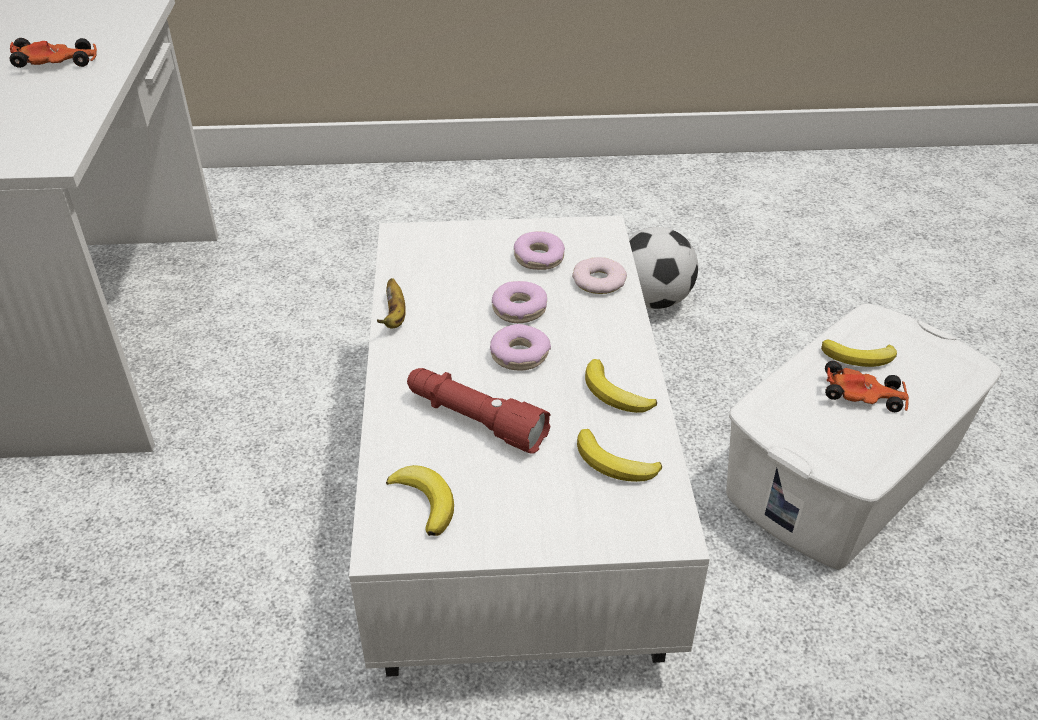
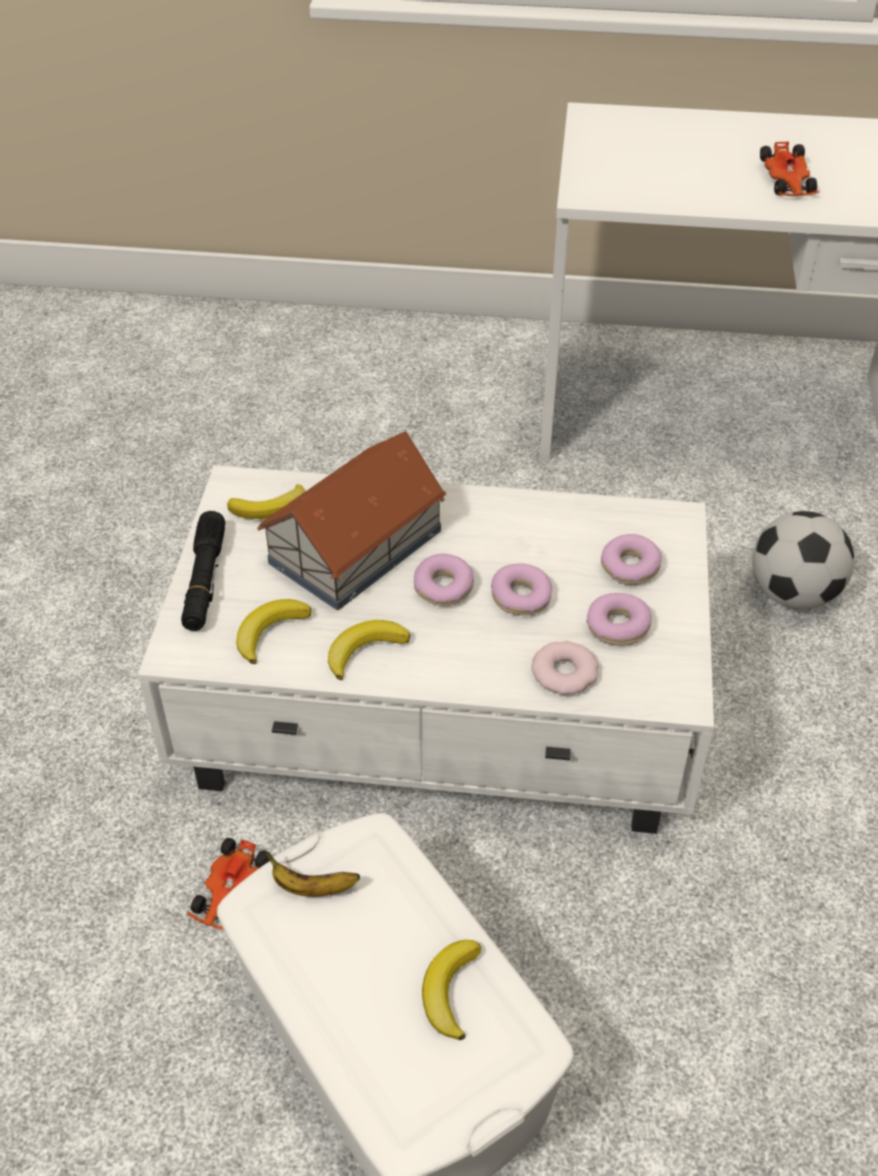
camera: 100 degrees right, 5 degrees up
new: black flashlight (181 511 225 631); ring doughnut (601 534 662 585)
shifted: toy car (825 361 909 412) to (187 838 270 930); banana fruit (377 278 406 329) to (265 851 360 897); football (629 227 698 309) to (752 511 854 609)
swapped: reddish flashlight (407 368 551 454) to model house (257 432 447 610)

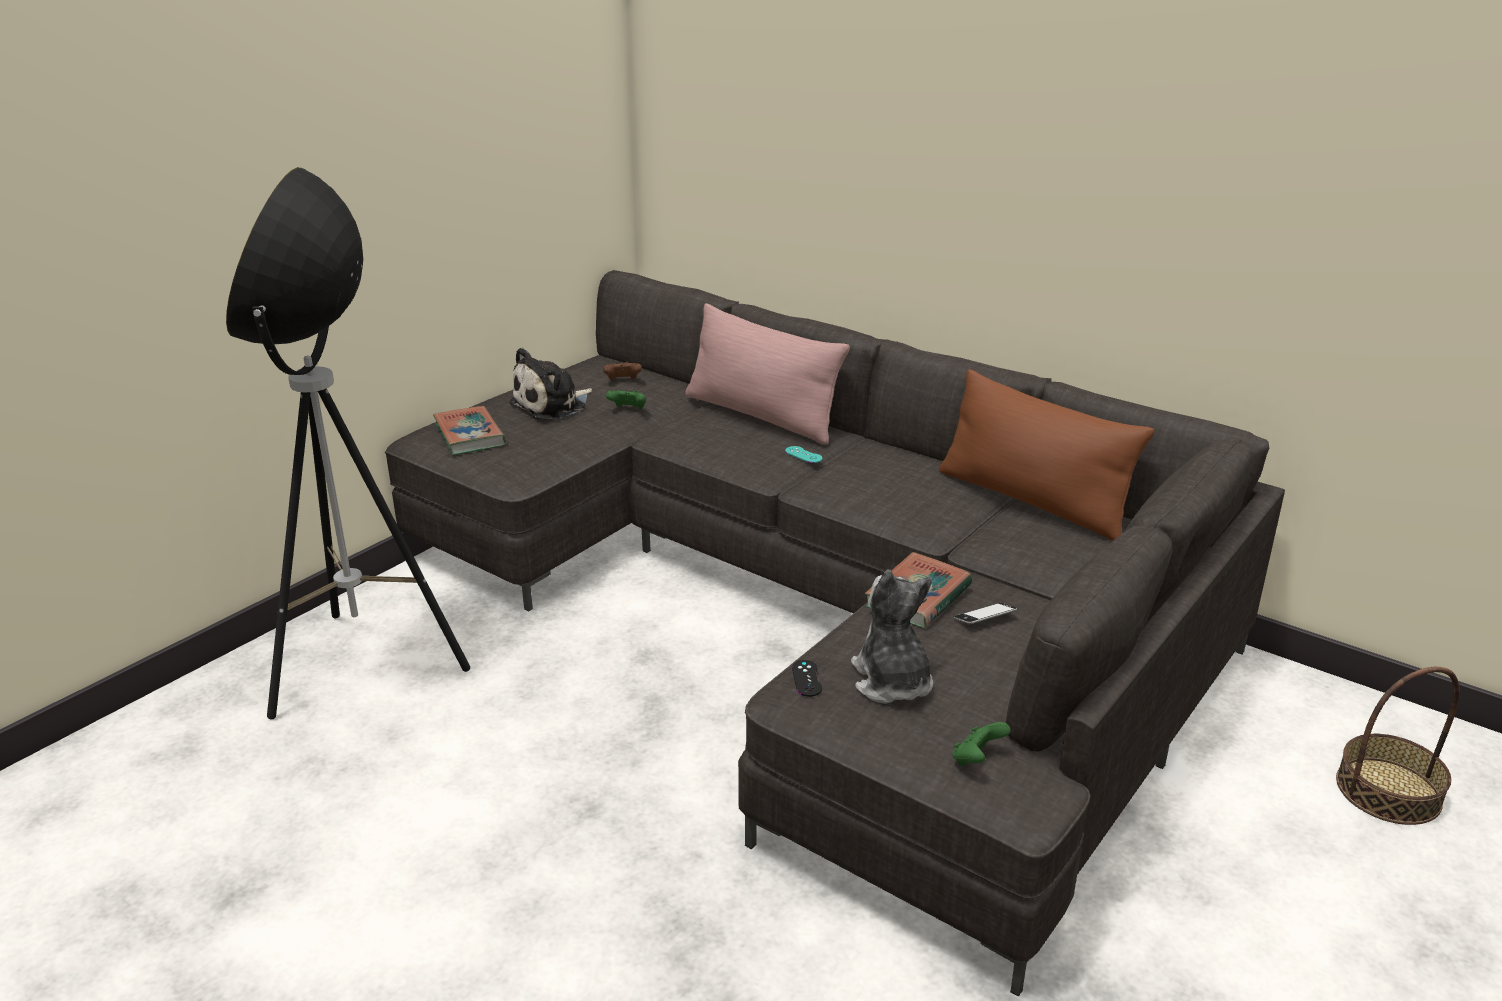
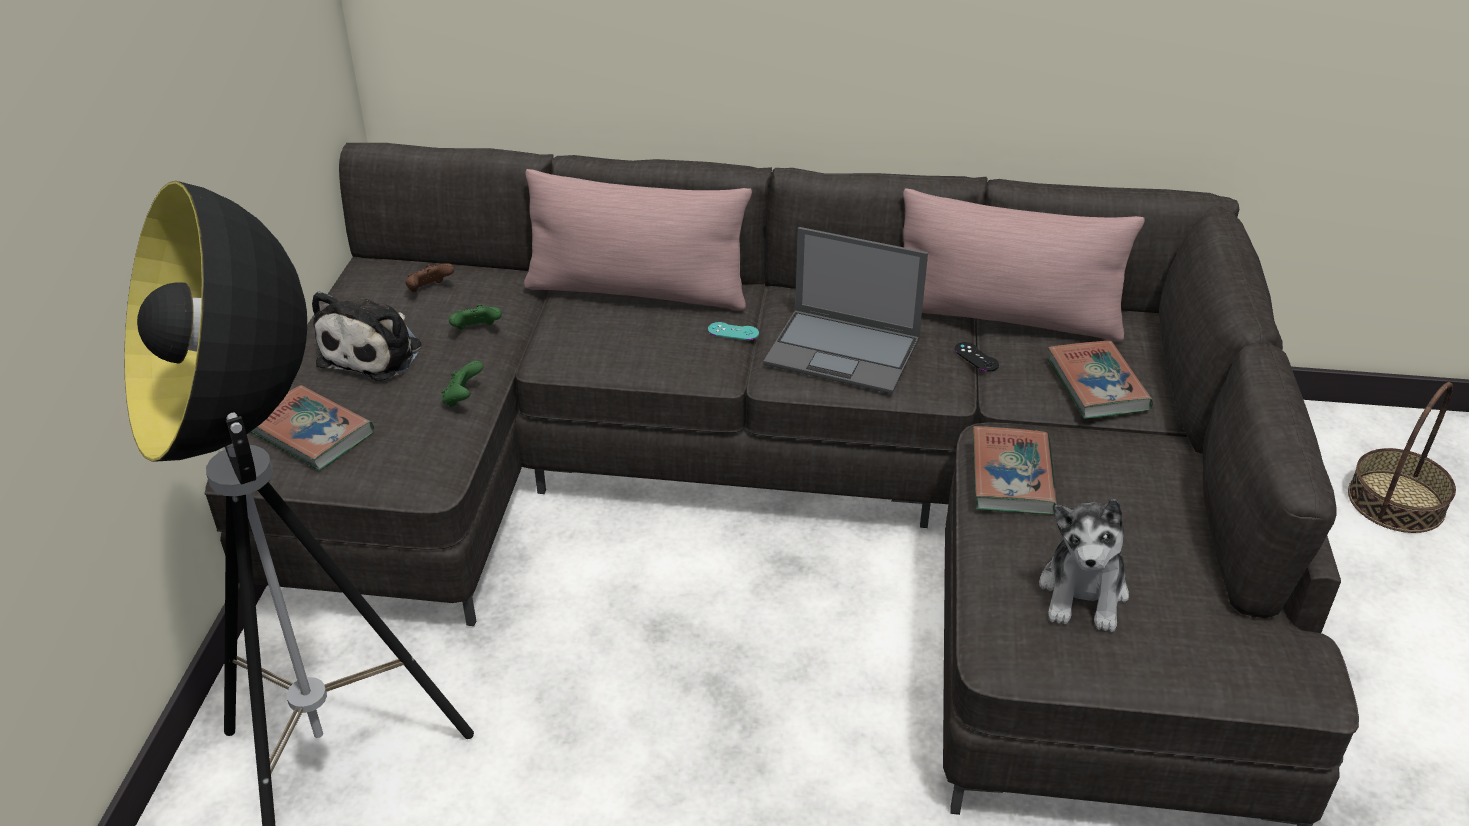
camera: 30 degrees left, 10 degrees up
gone: phone (954 603 1017 624)
new: laptop (763 227 928 394); volume (1047 341 1153 419)
shifted: green-coloured game controller (952 722 1011 766) to (441 361 483 407); black game controller (792 660 822 697) to (954 342 999 372)
repainted: brown throw pillow (939 369 1154 541) to pink throw pillow (903 188 1145 342)
rotated: plush toy (851 569 933 704) = (1039 499 1129 632) 120 degrees counterclockwise

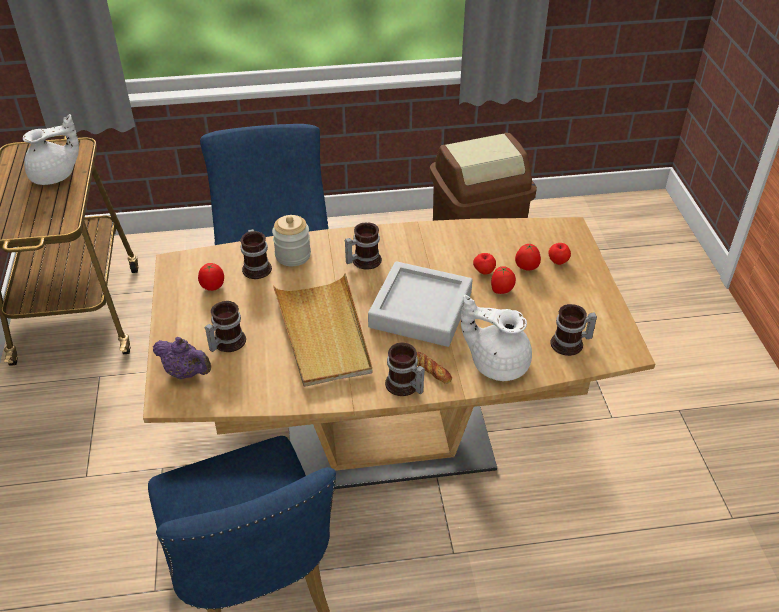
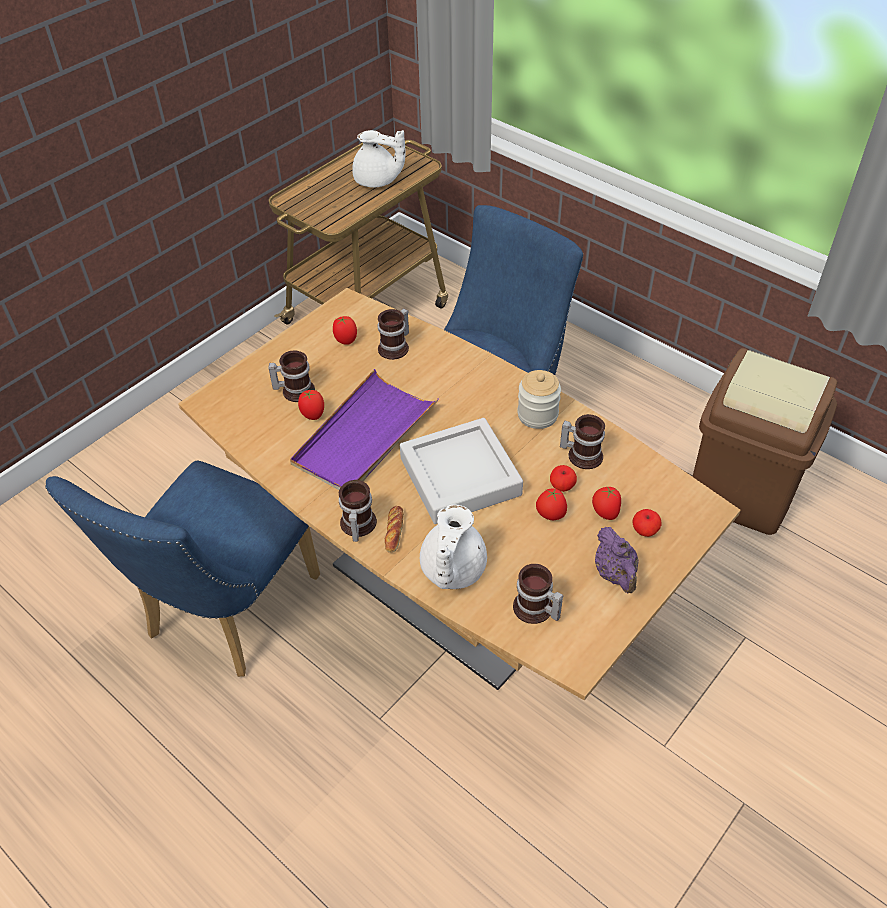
camera: 50 degrees right, 5 degrees up
new: tomato (298 390 324 420)
shifted: preserve jar (272 215 311 266) to (517 370 561 429); tea mug (345 223 382 270) to (560 414 605 469); purple-coloured teapot (153 337 211 379) to (595 527 639 593)
repainted: beige-coloured serving tray (273 273 372 387) to purple-coloured serving tray (290 369 439 490)
rotated: white teapot (461 295 532 381) = (420 505 487 589) 150 degrees counterclockwise

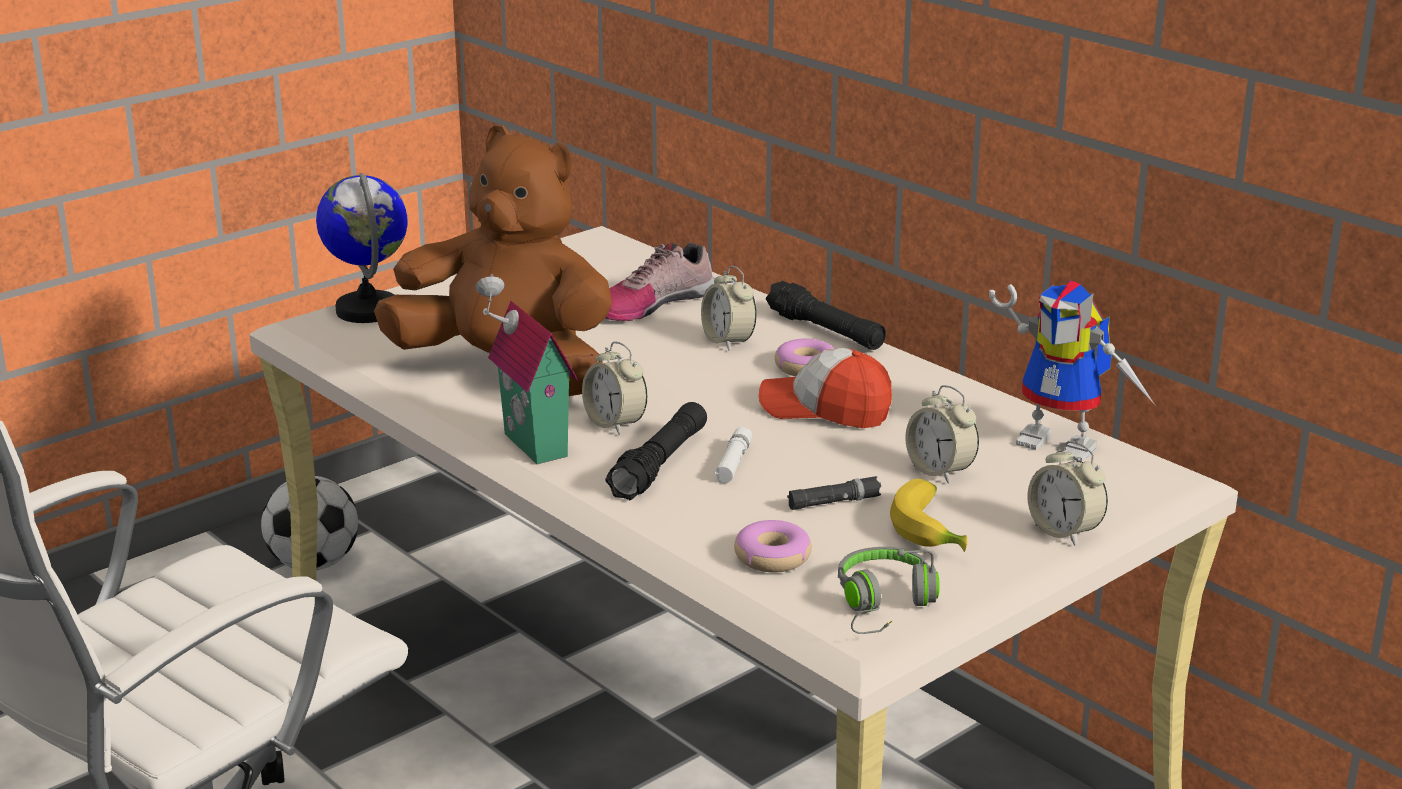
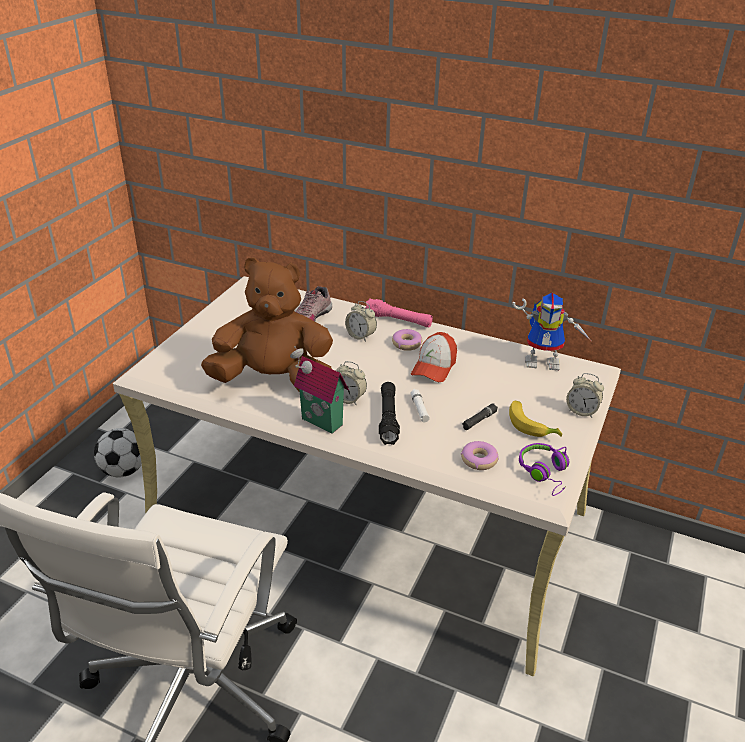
camera: 25 degrees left, 10 degrees up
gone: desk globe (316 173 408 323); bedside clock (905 385 979 483)
repainted: black flashlight (766 281 886 350) to pink flashlight (365 298 433 327); greyish pair of headphones (838 547 939 634) to purple-coloured pair of headphones (519 443 569 496)
rotated: peaked cap (758 348 892 428) = (411 332 457 382) 60 degrees counterclockwise

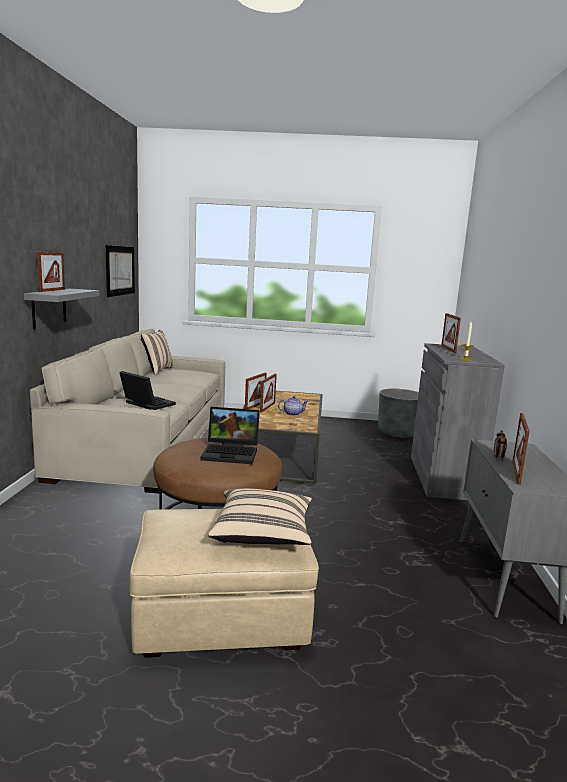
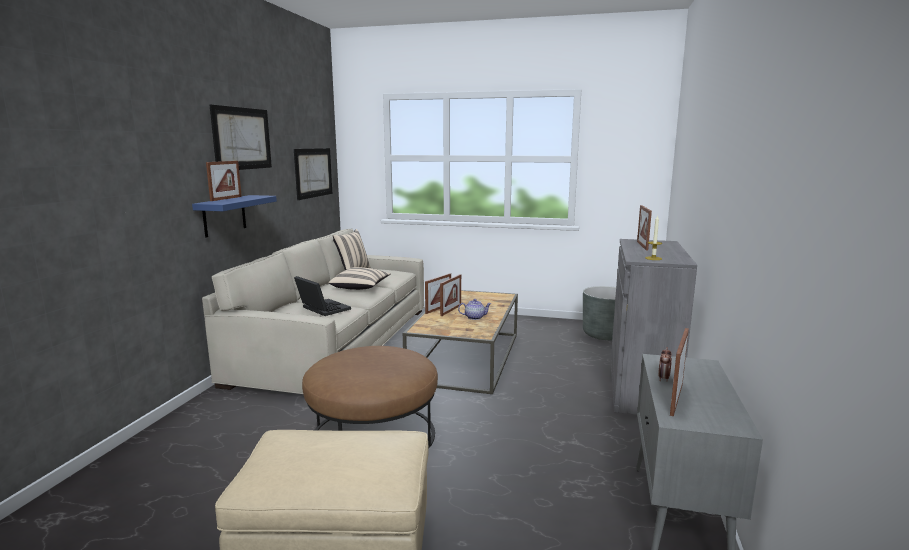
camera: 10 degrees right, 0 degrees up
gone: laptop (200 407 260 464)
new: wall art (210 105 272 170)
shifted: beige-coloured throw pillow (208 488 312 545) to (329 267 391 290)
repainted: greyish shelf (24 289 99 329) to bluish shelf (192 195 277 237)

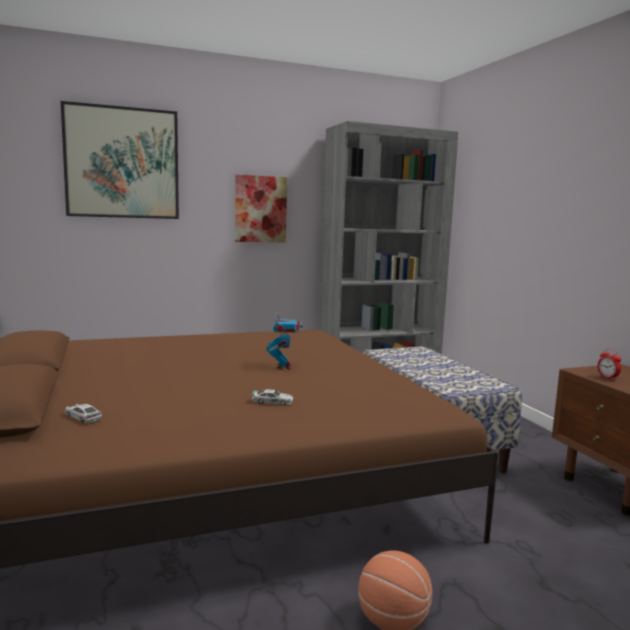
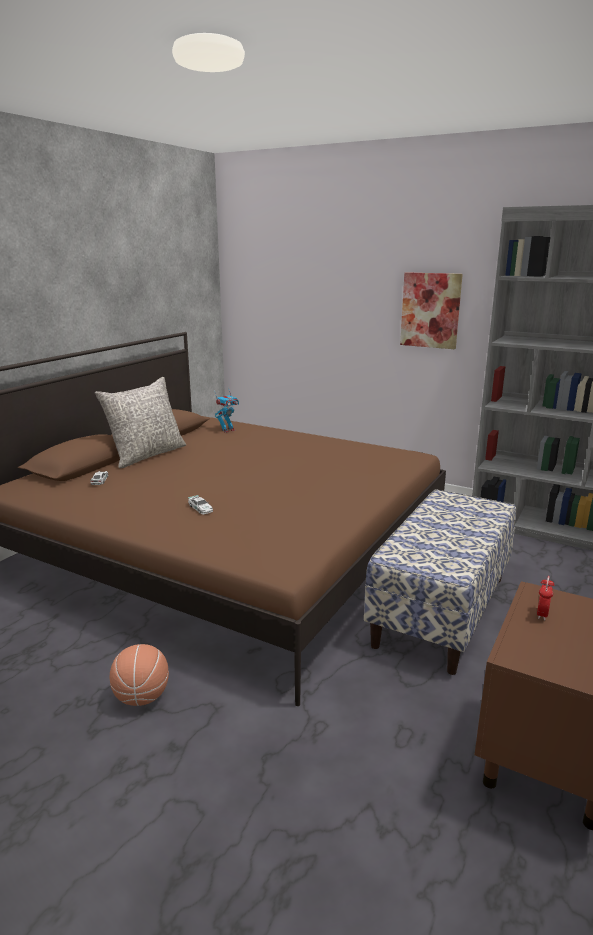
camera: 50 degrees right, 10 degrees up
gone: wall art (61 101 179 219)
new: greyish throw pillow (95 377 186 468)
shifted: model robot (266 309 303 369) to (214 388 239 433)

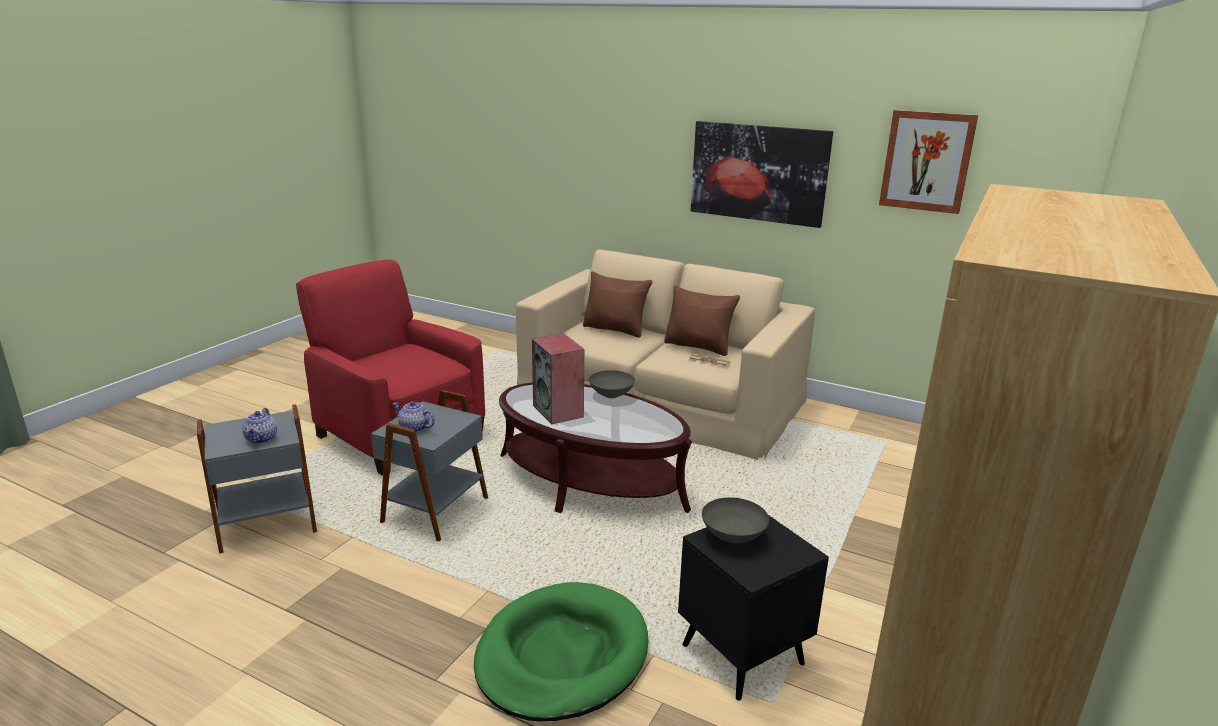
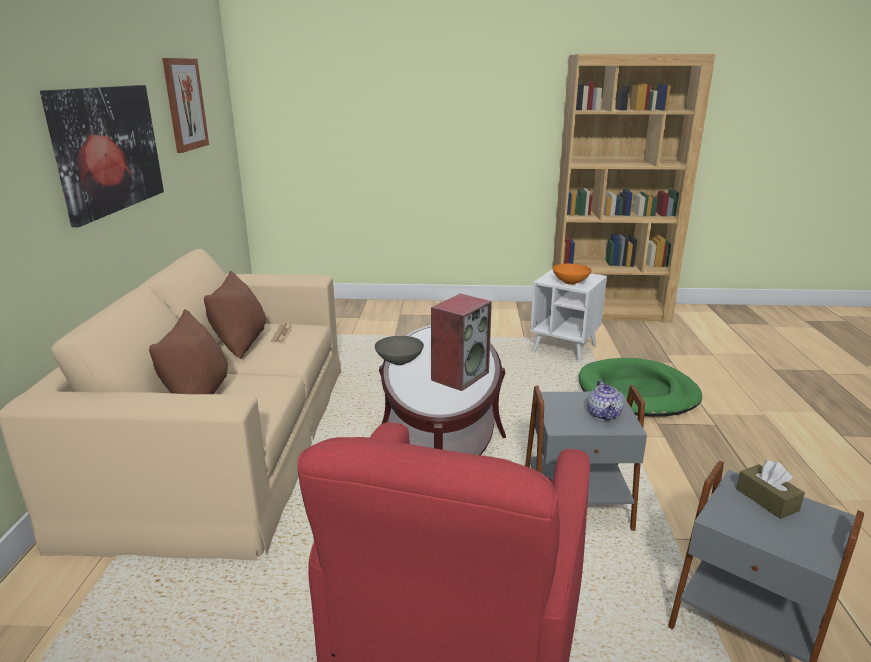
camera: 115 degrees left, 0 degrees up
swapped: teapot (242 408 277 444) to brown tissue box (736 460 805 519)
repainted: black accent table (678 515 829 701) to white accent table (530 269 607 363); greyish serving bowl (702 497 769 543) to orange serving bowl (553 264 591 285)

